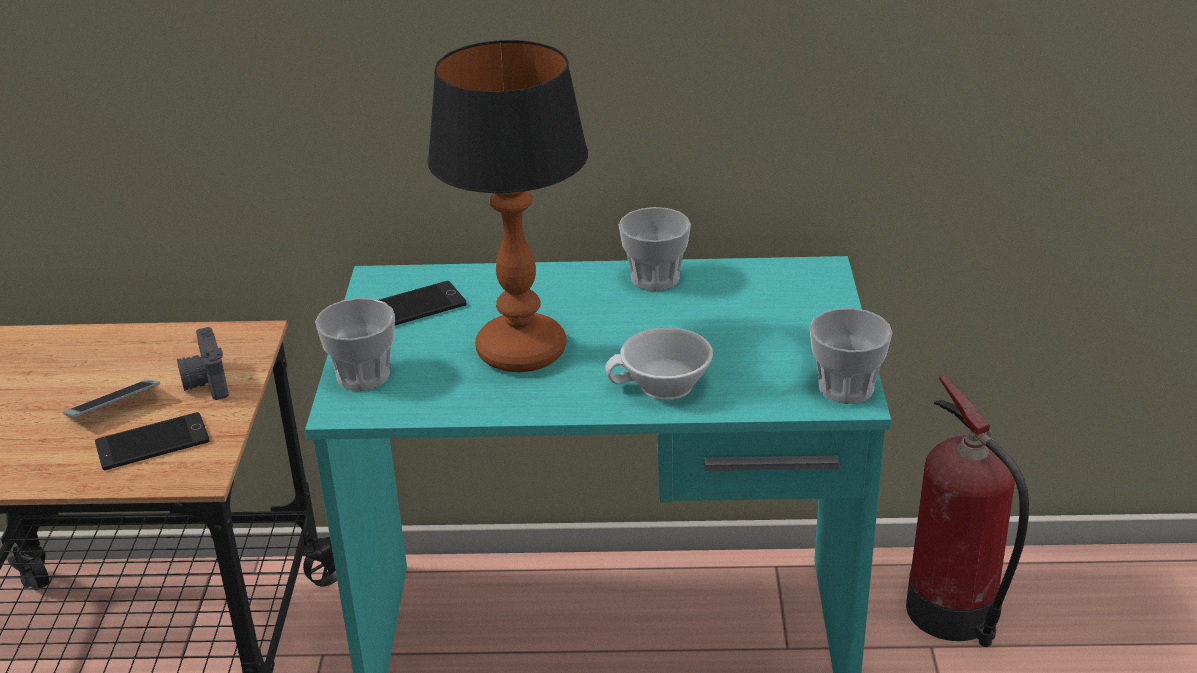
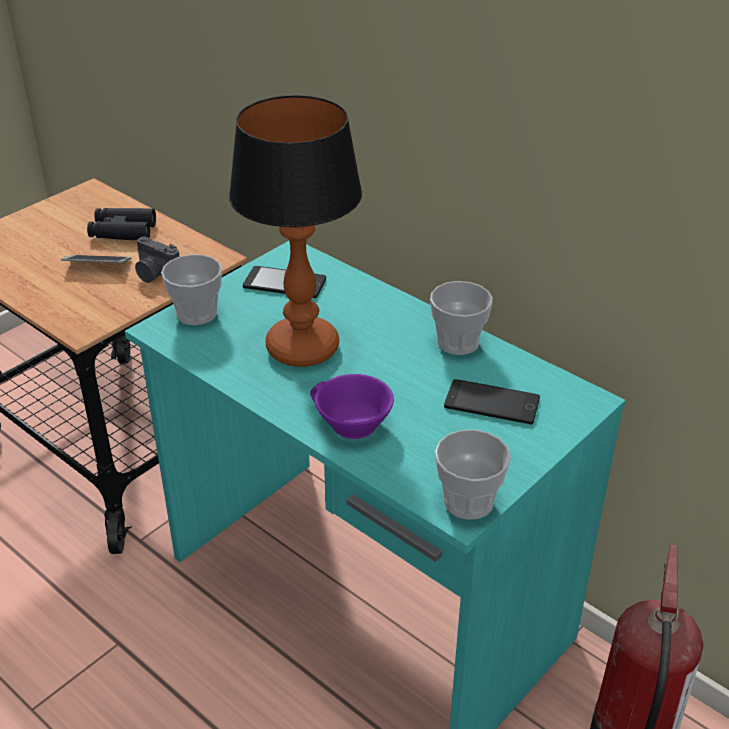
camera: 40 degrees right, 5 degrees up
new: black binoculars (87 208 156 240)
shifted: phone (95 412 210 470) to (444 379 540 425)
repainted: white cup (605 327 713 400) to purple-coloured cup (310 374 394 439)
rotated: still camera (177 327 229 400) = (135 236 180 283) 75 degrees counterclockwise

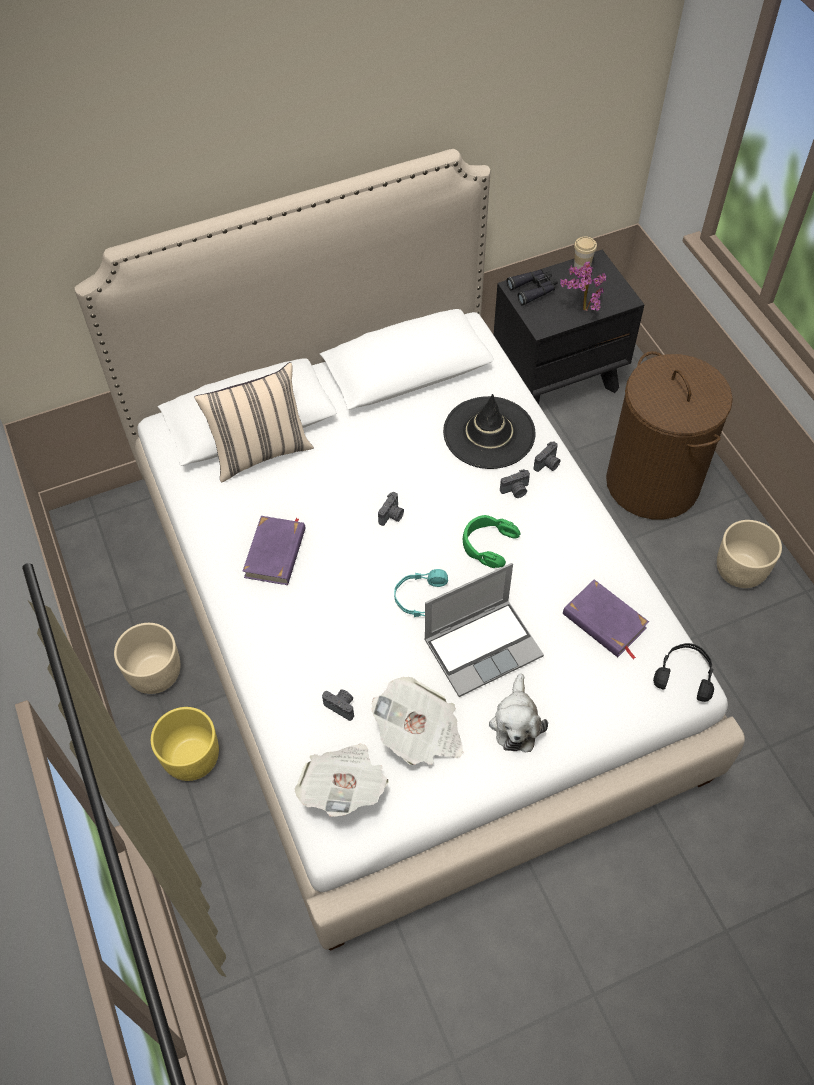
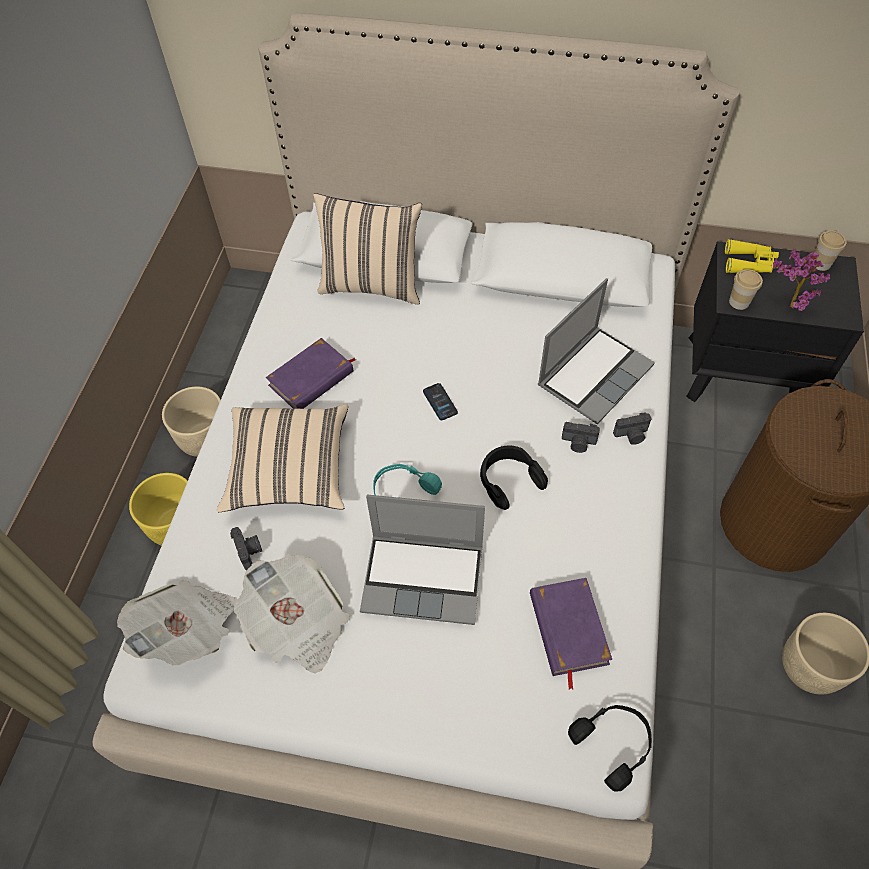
camera: 35 degrees right, 0 degrees up
gone: plush toy (489 673 548 752)
new: beige-coloured throw pillow (217 404 348 512); cup (729 269 763 310)
swapped: still camera (378 492 404 526) to phone (423 383 458 420); black clothing hat (443 394 535 469) to laptop (538 278 655 425)
repainted: green-coloured pair of headphones (463 515 520 568) to black pair of headphones (480 446 548 510); black binoculars (506 269 558 306) to yellowish binoculars (725 239 779 273)

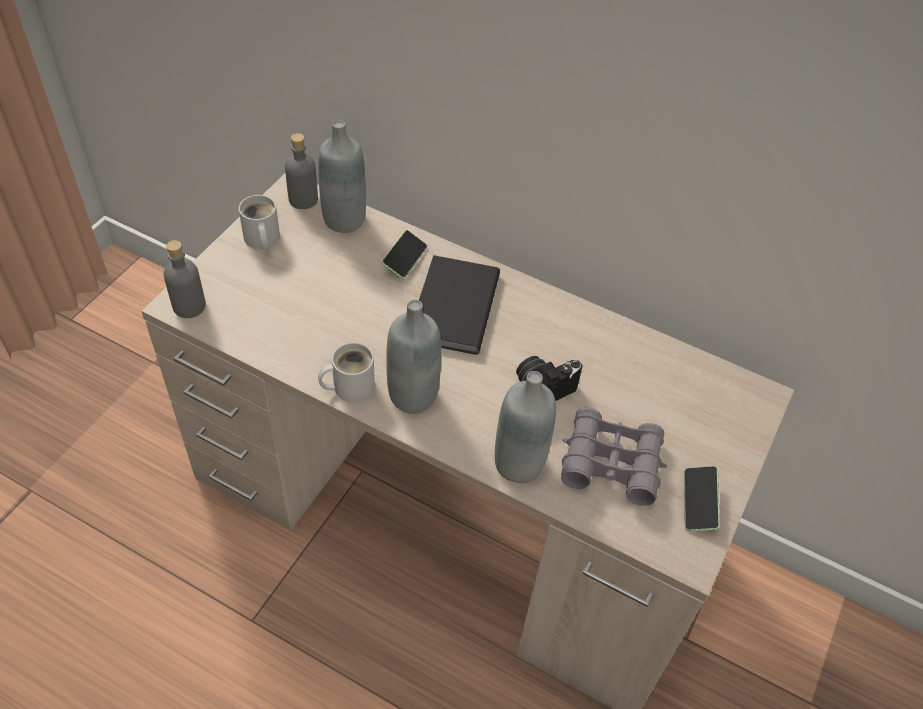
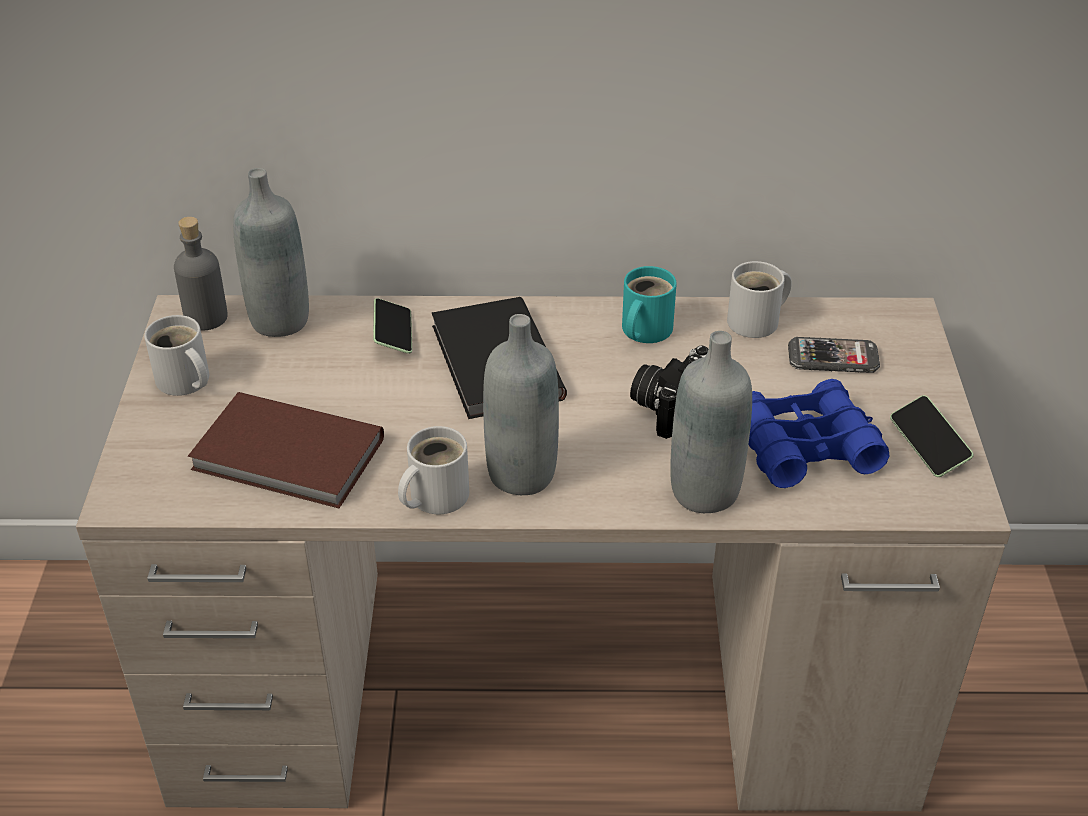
camera: 25 degrees left, 10 degrees down
gone: greyish bottle (164 240 206 318)
new: brown volume (188 392 384 508); turquoise-coloured tea mug (622 266 677 343); white tea mug (727 261 792 338); phone (788 337 880 373)
repainted: greyish binoculars (561 407 667 506) to bluish binoculars (748 379 889 488)

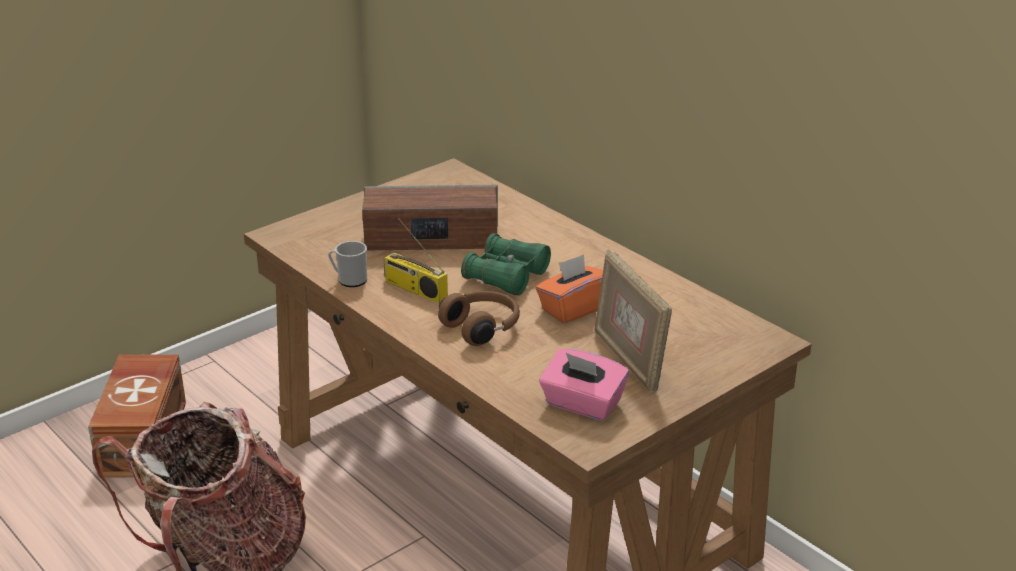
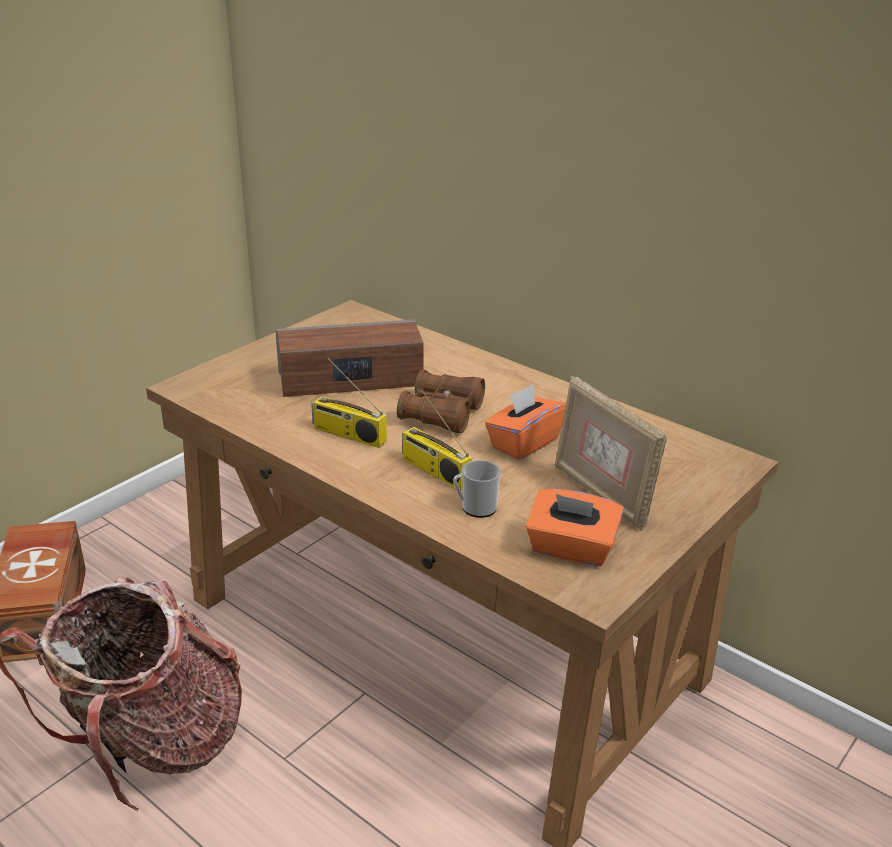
camera: 10 degrees left, 0 degrees up
shifted: tea mug (328 241 367 287) to (453 460 501 518)
swapped: brown pair of headphones (438 291 520 346) to radio set (402 389 472 491)
repainted: green-coloured binoculars (461 233 551 296) to brown binoculars (397 369 485 433); pink tissue box (539 349 629 421) to orange tissue box (526 489 624 567)

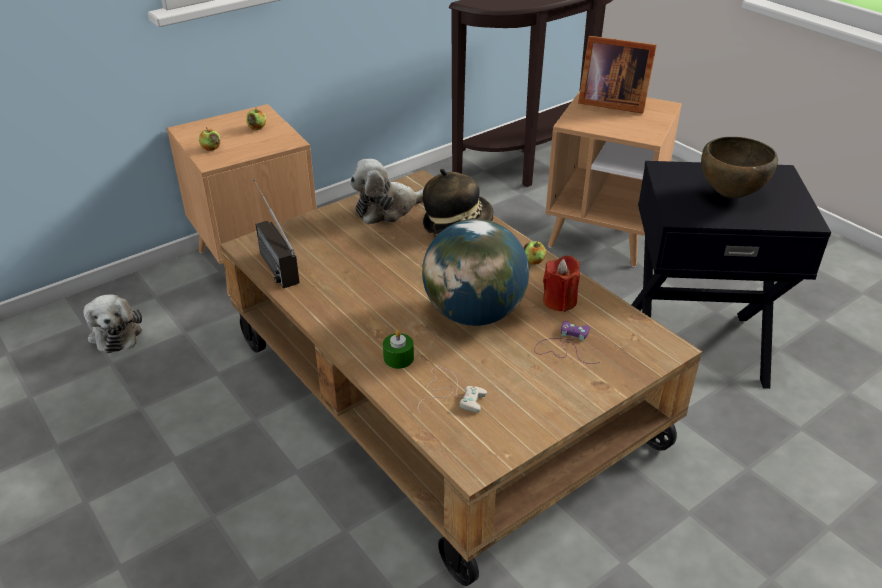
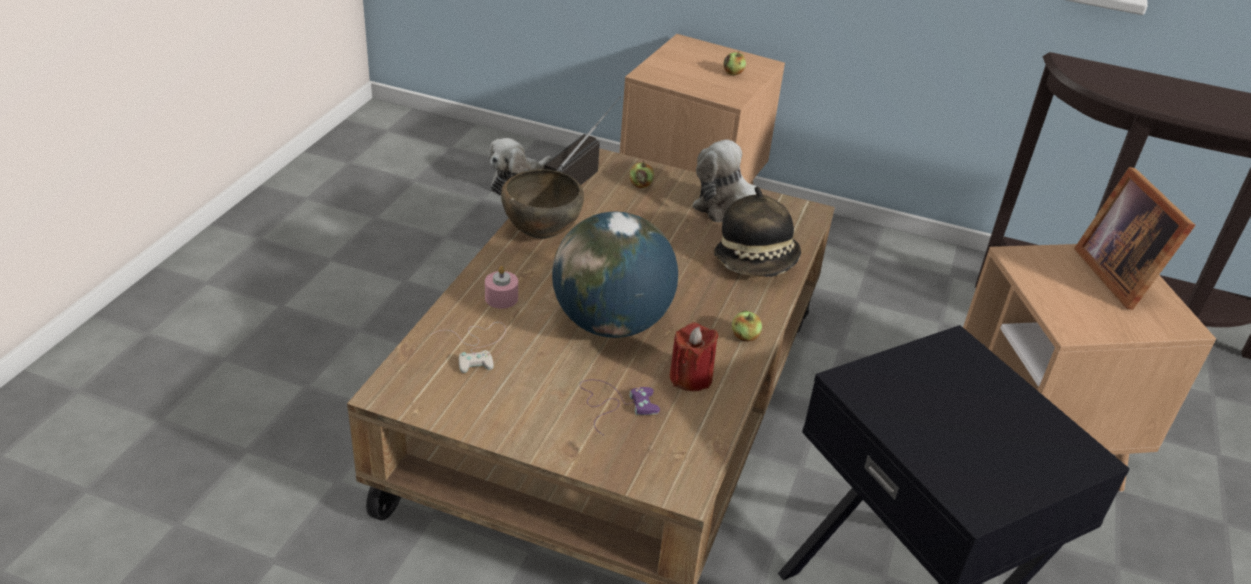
camera: 55 degrees right, 0 degrees up
shifted: brown serving bowl (701 137 778 198) to (501 169 584 239); apple fruit (199 127 220 151) to (630 160 654 188)
repainted: green-coloured wax light (383 330 414 369) to pink wax light (485 266 518 309)

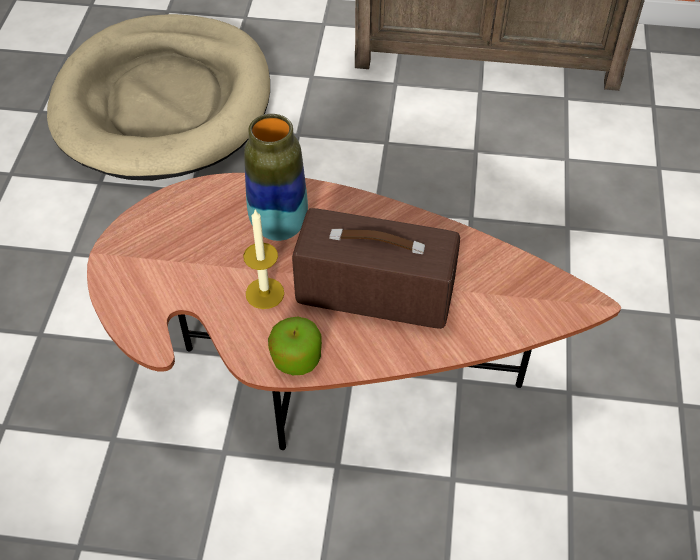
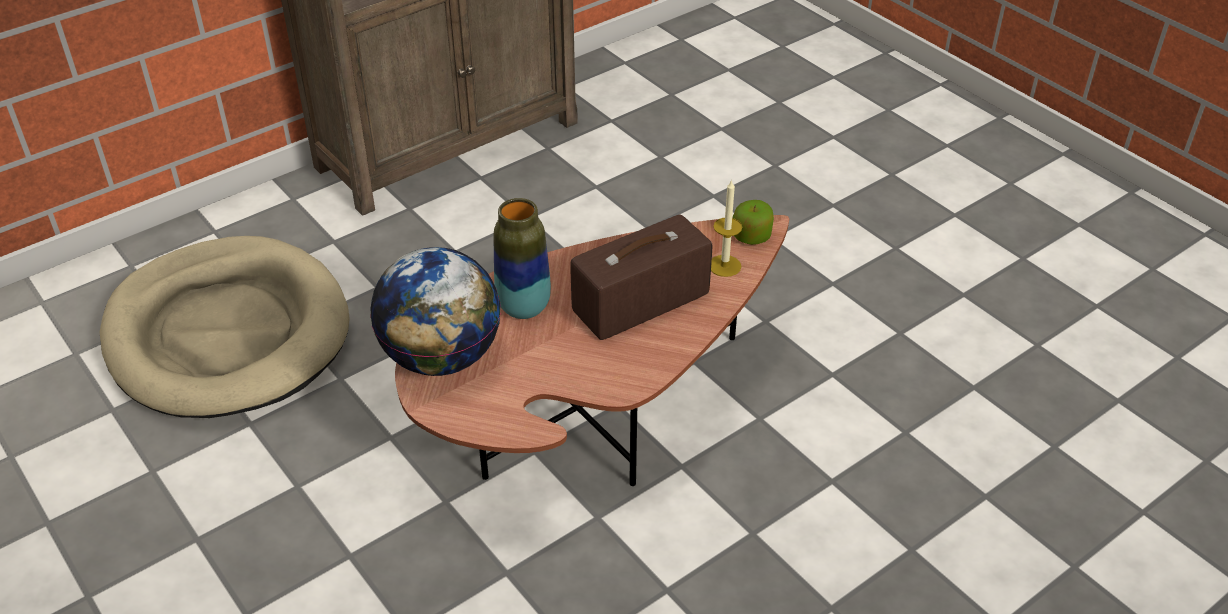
camera: 45 degrees left, 10 degrees down
new: desk globe (370 247 501 376)
shifted: wax light (243 209 284 309) to (711 179 742 277); apple fruit (268 316 322 375) to (733 200 774 245)

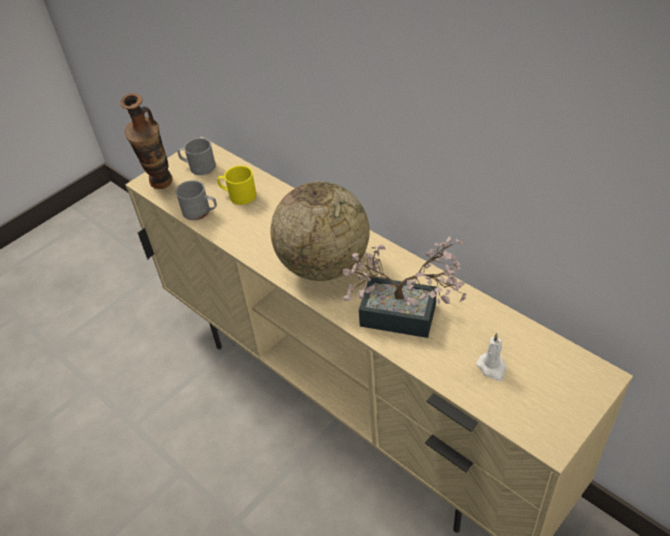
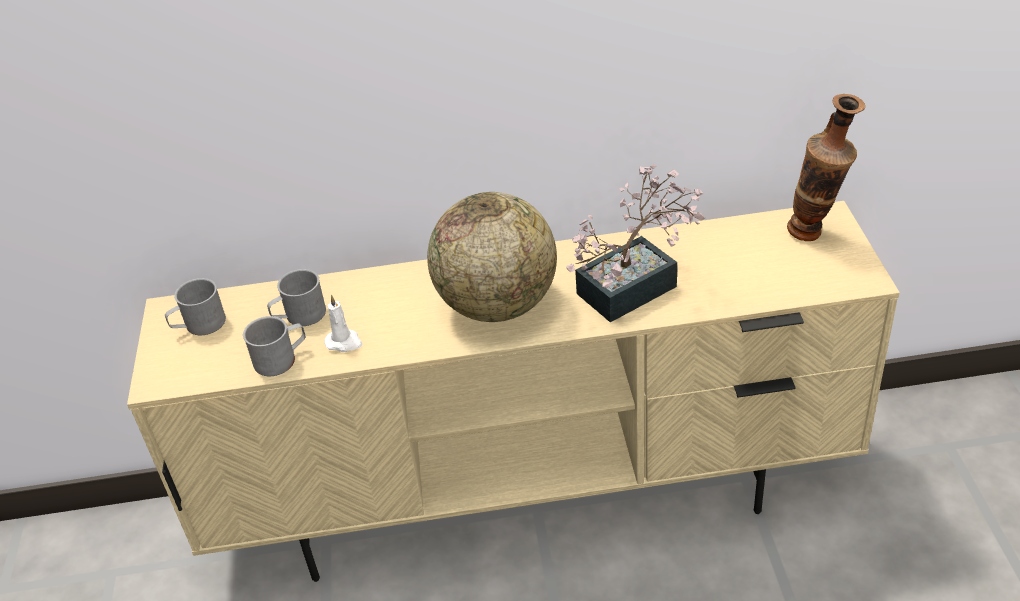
camera: 50 degrees left, 5 degrees down
shifted: white wax light (477 333 507 381) to (325 295 363 352); decorative vase (120 93 172 189) to (787 94 865 241)
repainted: yellowish tea mug (217 165 256 205) to greyish tea mug (267 269 326 326)

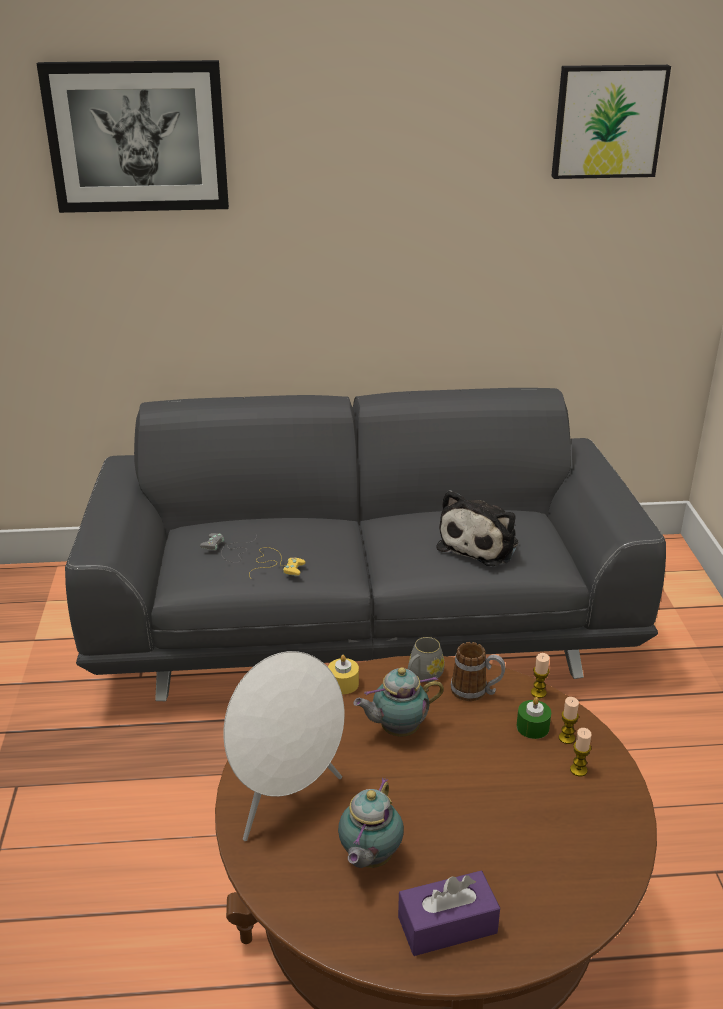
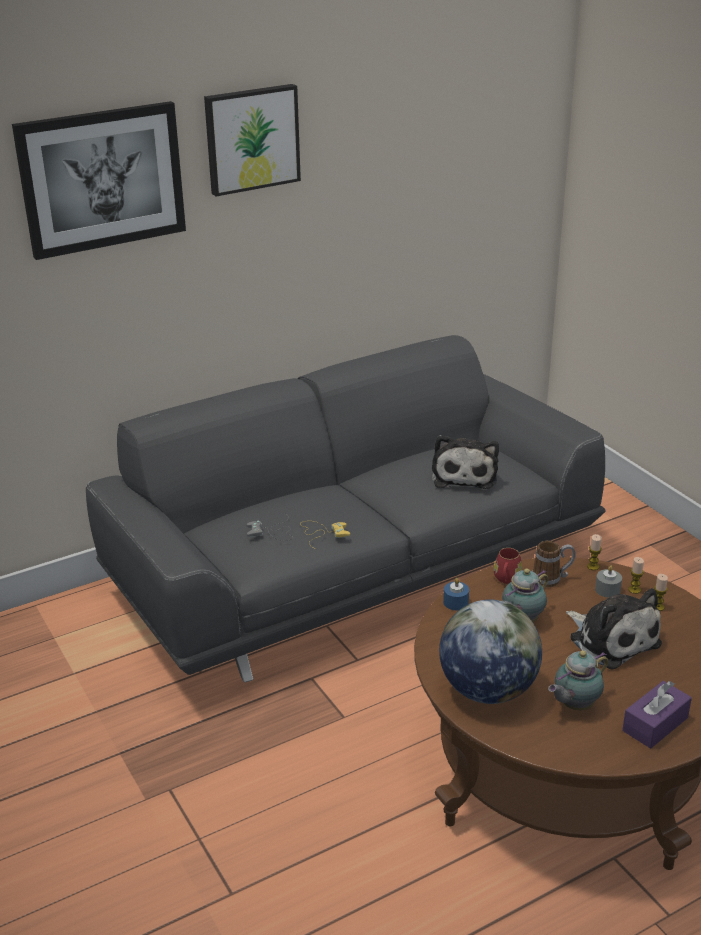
camera: 25 degrees left, 0 degrees up
new: plush toy (566 588 662 670)
shifted: wall art (551 65 671 179) to (204 84 301 196)
swapped: white audio speaker (223 651 345 841) to desk globe (439 599 542 704)
repainted: yellowish wax light (328 655 359 694) to bluish wax light (443 578 469 610); greyish tea mug (408 637 445 682) to reddish tea mug (494 548 523 584); green-coloured wax light (517 697 551 739) to greyish wax light (595 565 622 598)
rotated: teapot (338 778 404 868) = (548 651 608 710) 60 degrees clockwise

